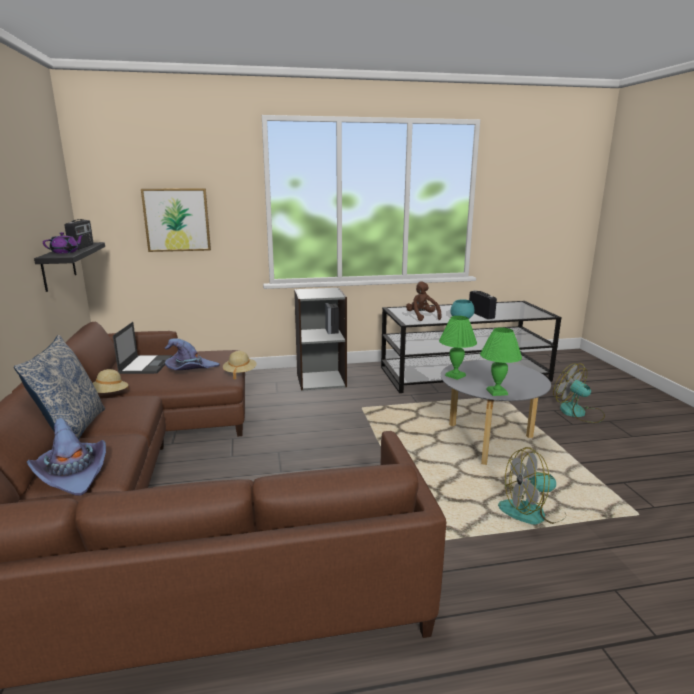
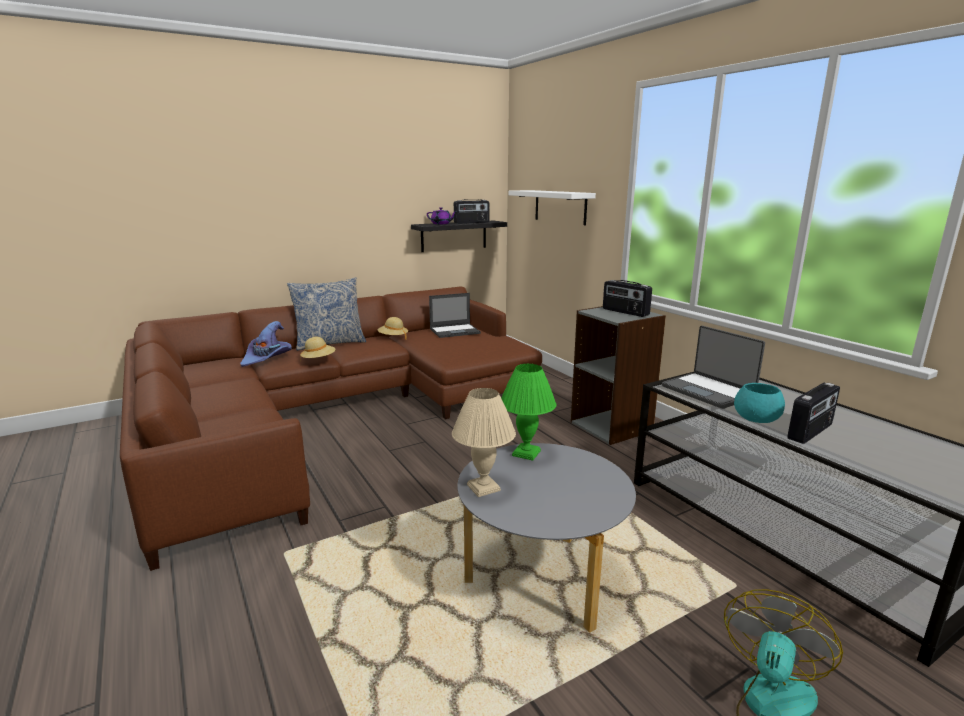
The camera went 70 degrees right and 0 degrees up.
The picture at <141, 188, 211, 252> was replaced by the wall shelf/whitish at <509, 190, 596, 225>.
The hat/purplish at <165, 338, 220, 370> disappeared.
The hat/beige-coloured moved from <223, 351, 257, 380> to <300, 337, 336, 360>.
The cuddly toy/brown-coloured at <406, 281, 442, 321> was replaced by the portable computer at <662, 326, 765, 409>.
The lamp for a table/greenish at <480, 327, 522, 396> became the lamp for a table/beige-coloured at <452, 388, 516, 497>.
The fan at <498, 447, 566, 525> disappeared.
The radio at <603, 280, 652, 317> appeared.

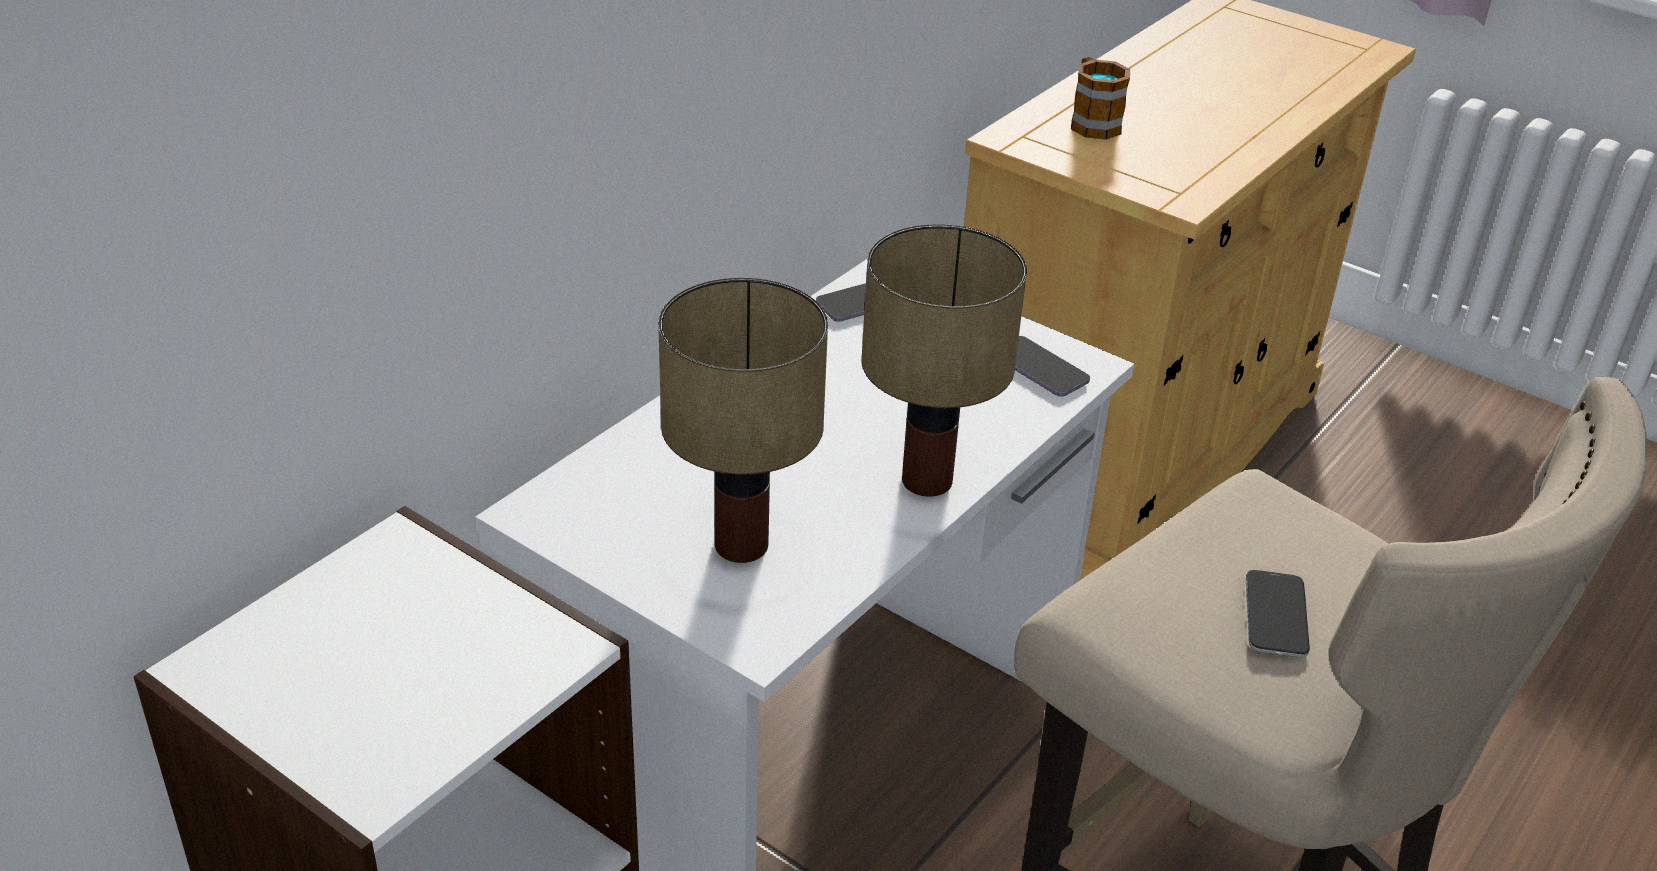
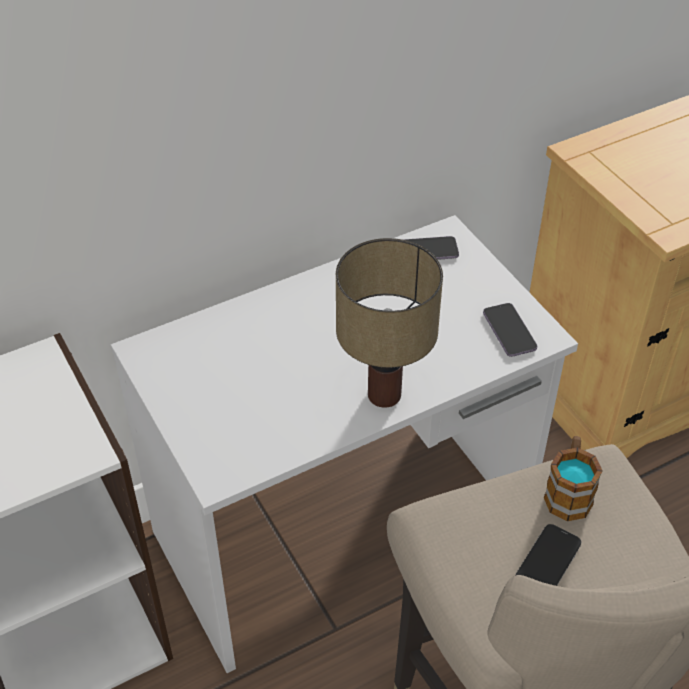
The camera went 25 degrees right and 10 degrees up.
The lamp for a table at <658, 278, 828, 563> disappeared.
The mug moved from <1071, 57, 1130, 140> to <544, 436, 603, 521>.

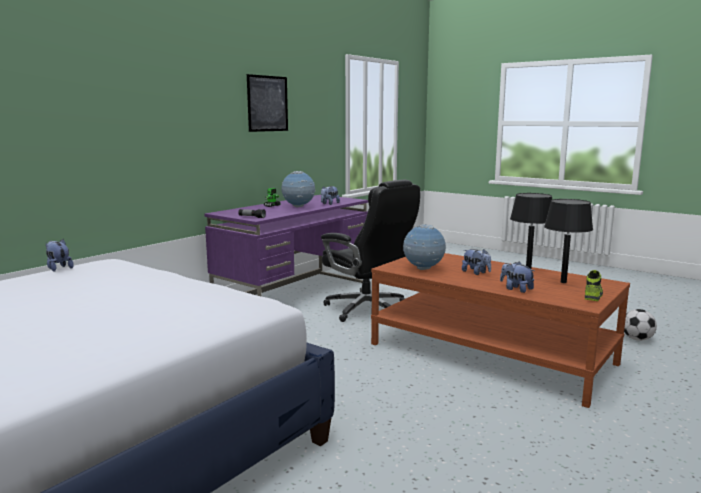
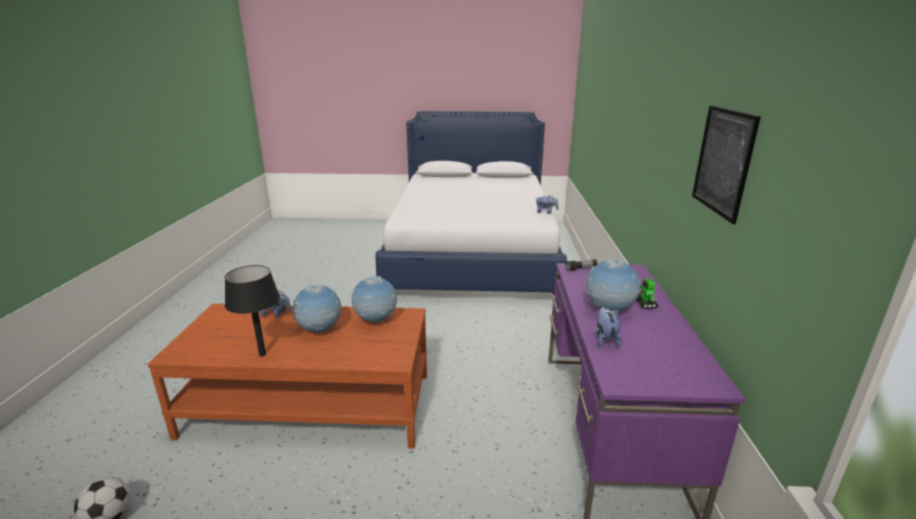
The camera went 145 degrees right and 10 degrees up.
The computer chair/black-coloured at <321, 180, 420, 322> disappeared.
The cuddly toy at <462, 249, 491, 275> was replaced by the world globe at <293, 284, 341, 333>.
The lamp for a table/black-coloured at <544, 199, 593, 283> disappeared.
The item of footwear at <585, 270, 603, 301> disappeared.

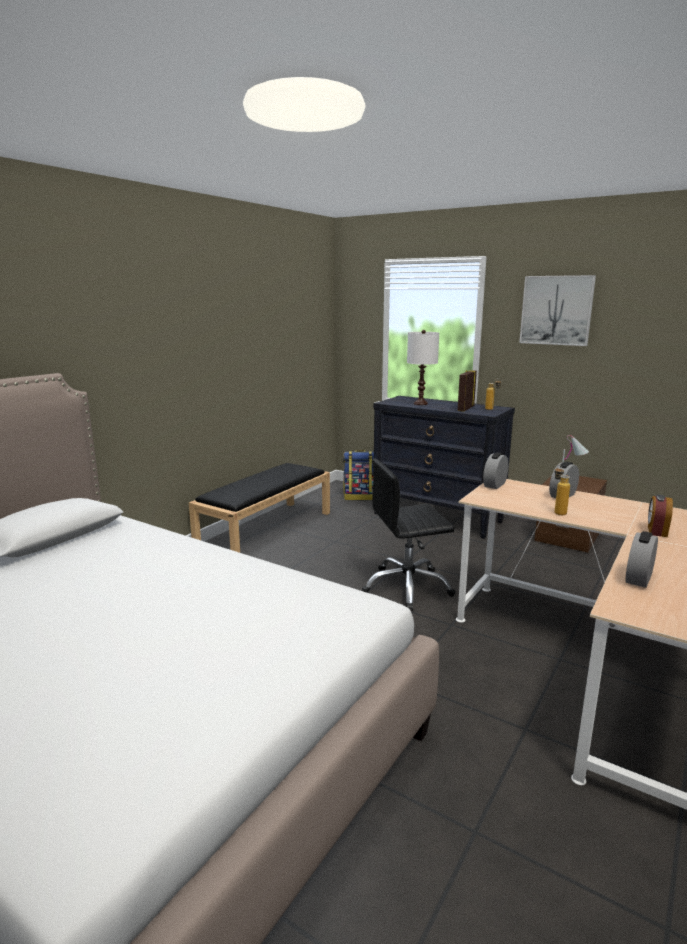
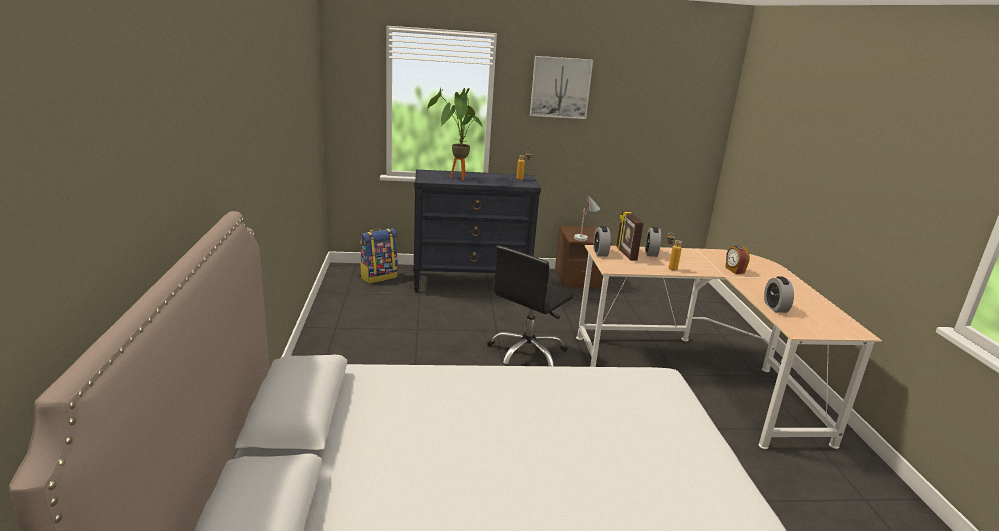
The camera went 40 degrees left and 5 degrees up.
The bench/black-coloured at <189, 463, 330, 553> disappeared.
The lamp for a table/whitish at <407, 330, 439, 405> was replaced by the plant in a pot at <427, 88, 483, 180>.
The photo frame moved from <458, 370, 477, 412> to <617, 210, 643, 261>.

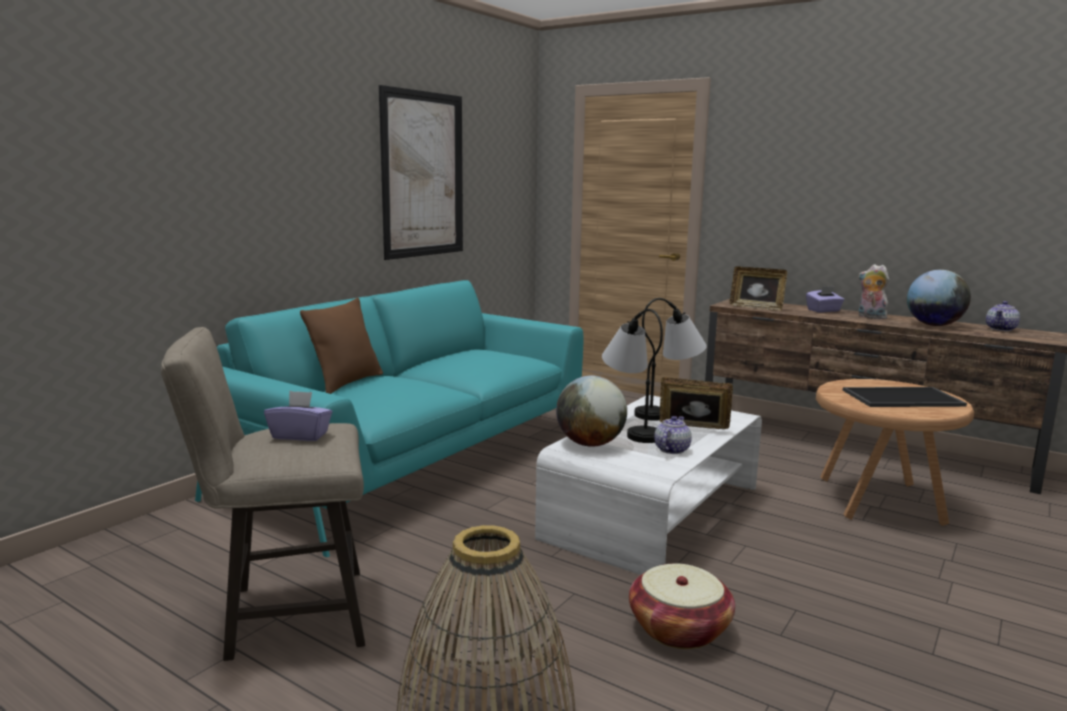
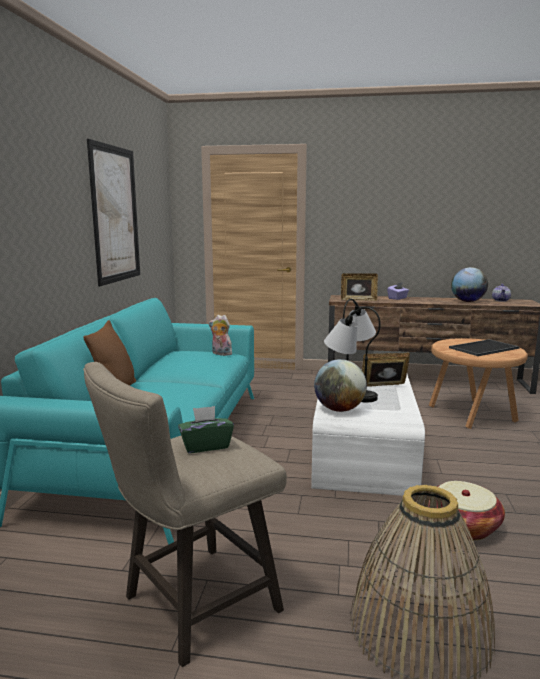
The camera went 25 degrees left and 0 degrees up.
The tissue holder/purplish at <264, 391, 332, 441> became the tissue holder/greenish at <178, 406, 234, 453>.
The pot for tea at <654, 416, 692, 454> disappeared.
The cuddly toy moved from <858, 264, 889, 319> to <209, 315, 232, 356>.

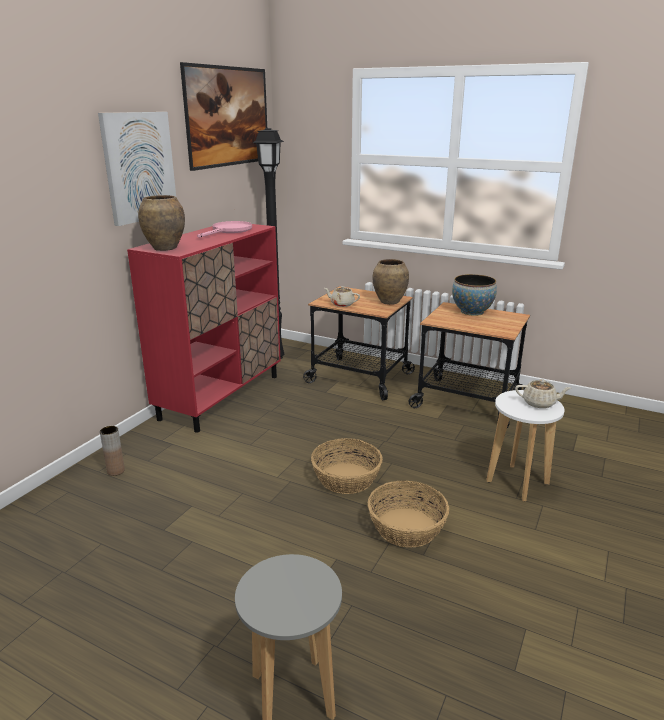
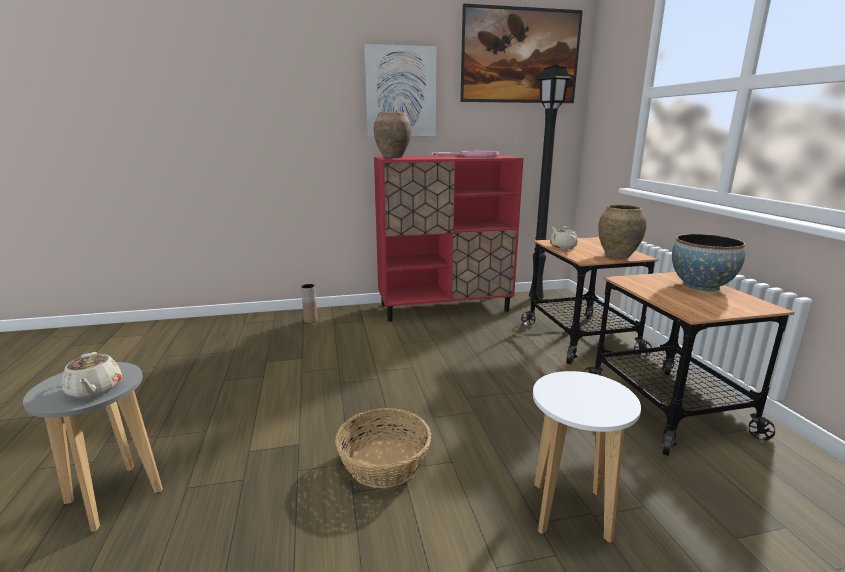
The camera went 50 degrees right and 5 degrees down.
The basket at <311, 438, 383, 494> disappeared.
The pot for tea/beige-coloured moved from <515, 379, 571, 408> to <62, 352, 122, 399>.

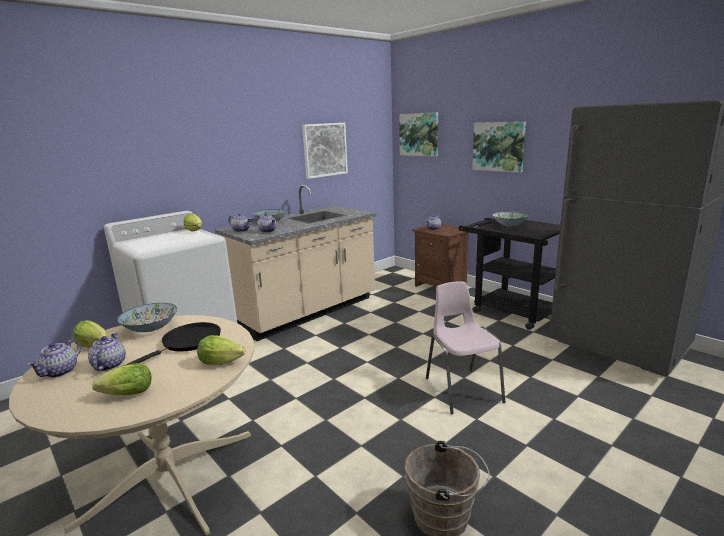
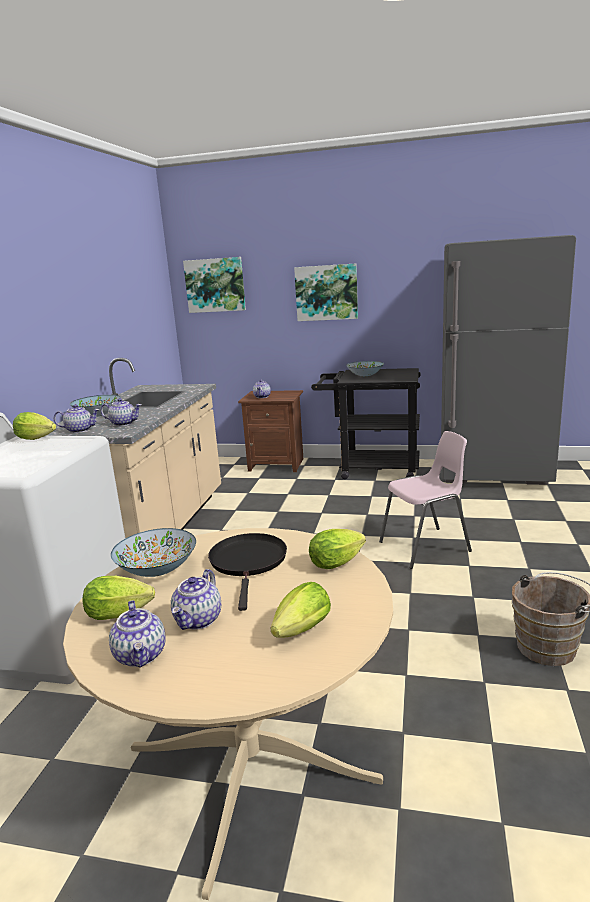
The camera went 35 degrees left and 0 degrees up.
The pot for tea at <88, 333, 126, 371> turned 120 degrees counterclockwise.
The picture at <302, 123, 348, 179> disappeared.
The upright chair/pink-coloured at <426, 281, 505, 414> turned 120 degrees clockwise.

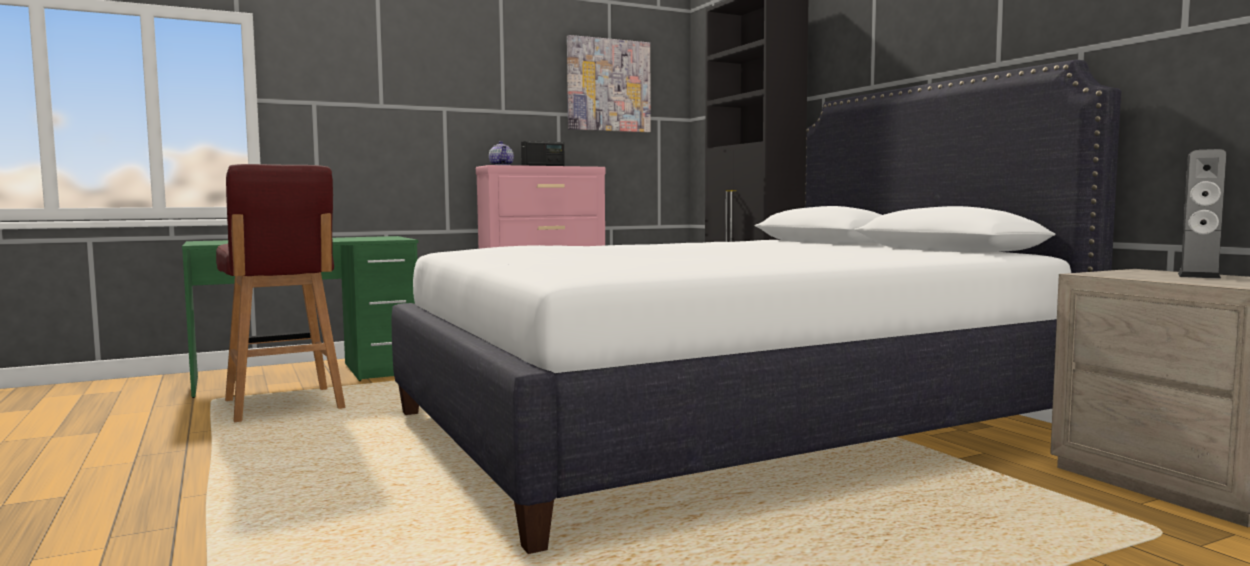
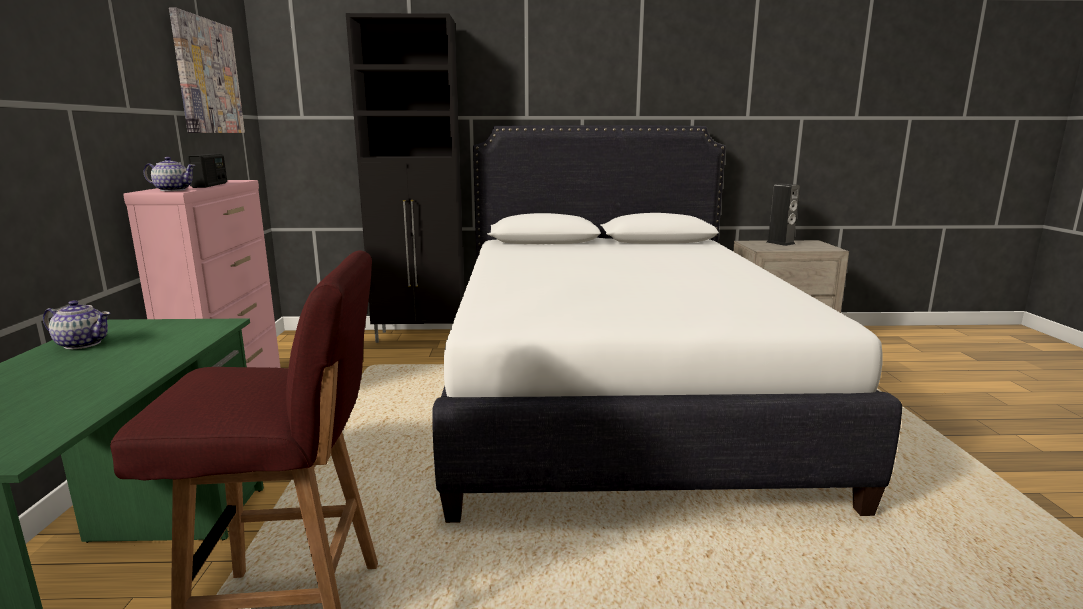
The camera went 65 degrees left and 10 degrees up.
The pot for tea at <43, 300, 110, 349> appeared.

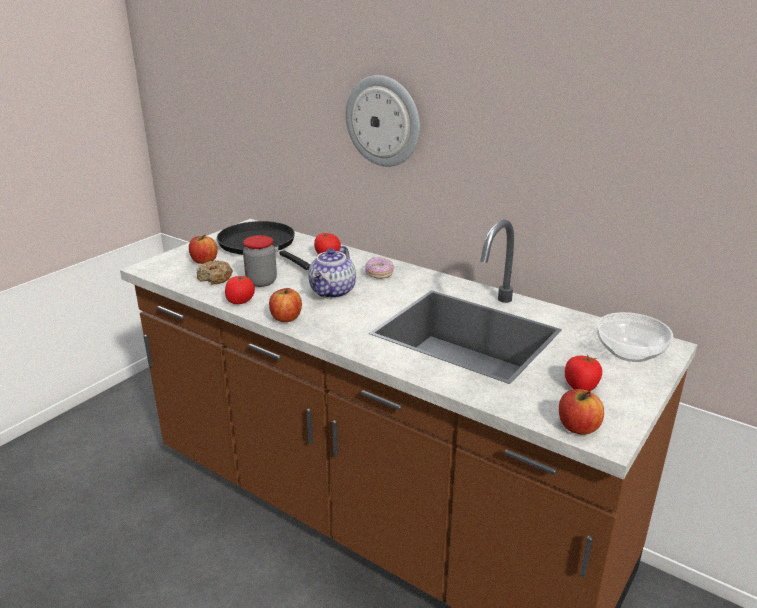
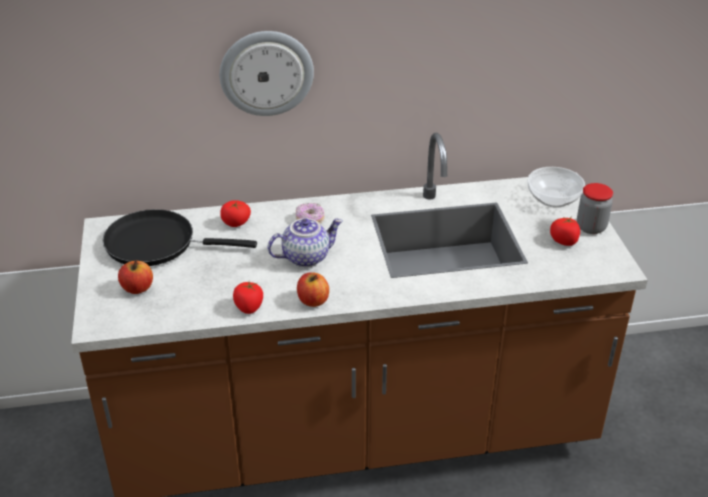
The camera went 45 degrees left and 10 degrees up.
The doughnut at <197, 260, 233, 285> disappeared.
The storage jar moved from <243, 235, 277, 287> to <577, 183, 613, 234>.
The pot for tea at <308, 246, 356, 299> turned 90 degrees counterclockwise.
The whole apple at <559, 389, 604, 435> disappeared.

